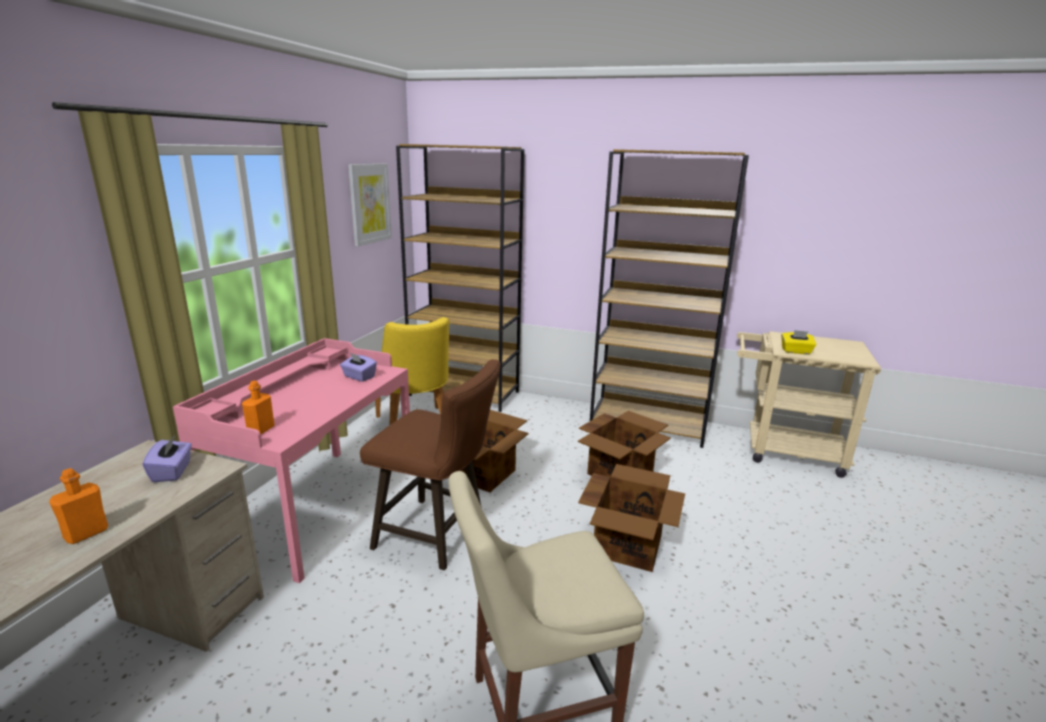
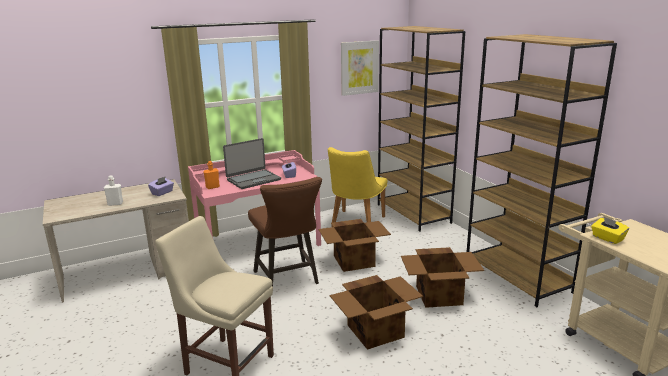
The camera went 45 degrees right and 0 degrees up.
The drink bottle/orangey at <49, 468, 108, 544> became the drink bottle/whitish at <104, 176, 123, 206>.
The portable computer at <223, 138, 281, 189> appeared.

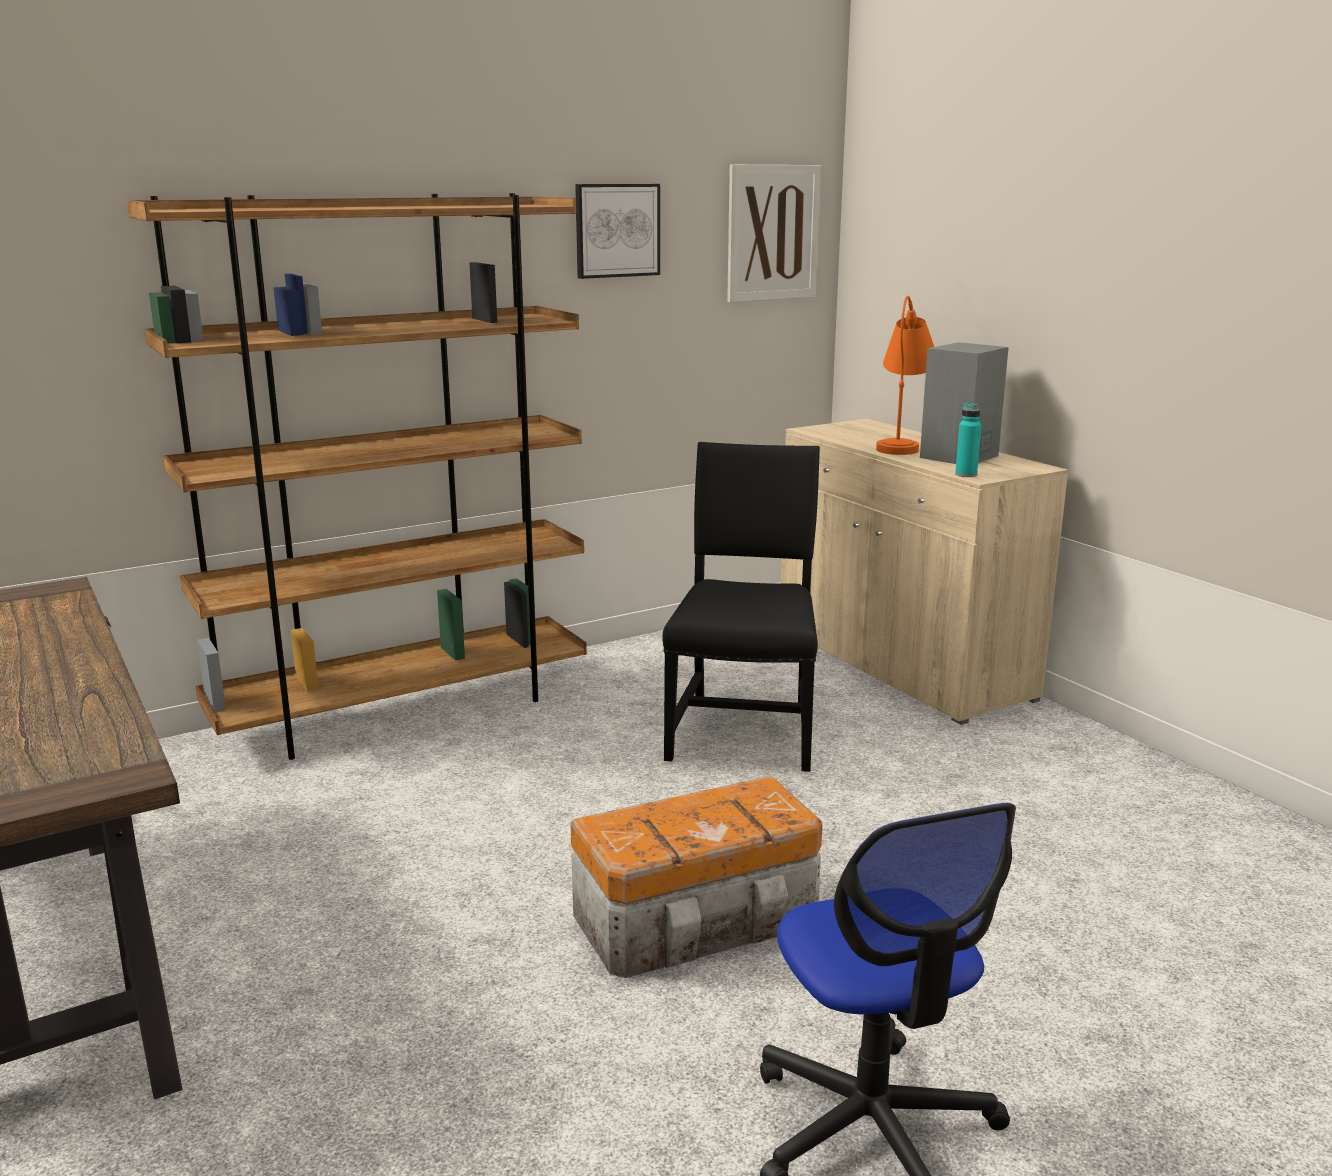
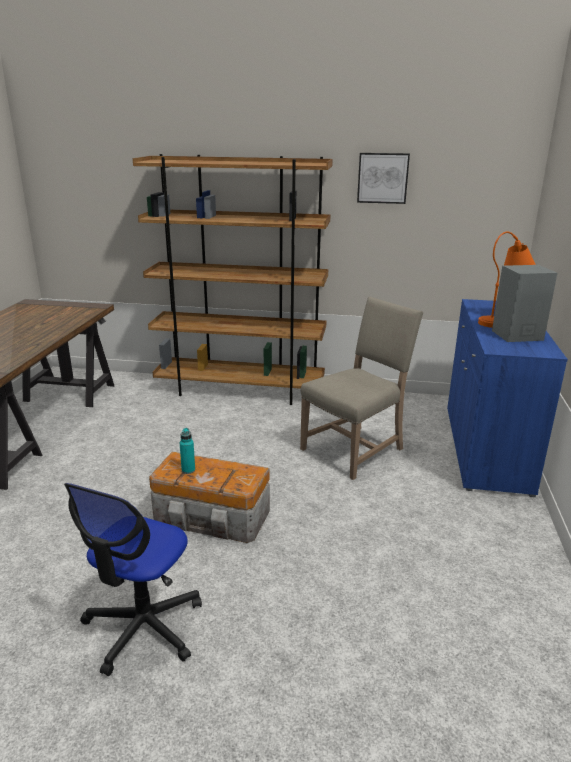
The camera went 40 degrees right and 5 degrees up.
The upright chair/black-coloured at <662, 442, 820, 772> became the upright chair/beige-coloured at <300, 297, 423, 480>.
The picture at <727, 165, 821, 303> disappeared.
The storage cabinet/beige-coloured at <781, 419, 1069, 725> became the storage cabinet/blue-coloured at <447, 299, 568, 497>.
The drink bottle/turquoise moved from <955, 402, 981, 477> to <180, 428, 195, 474>.

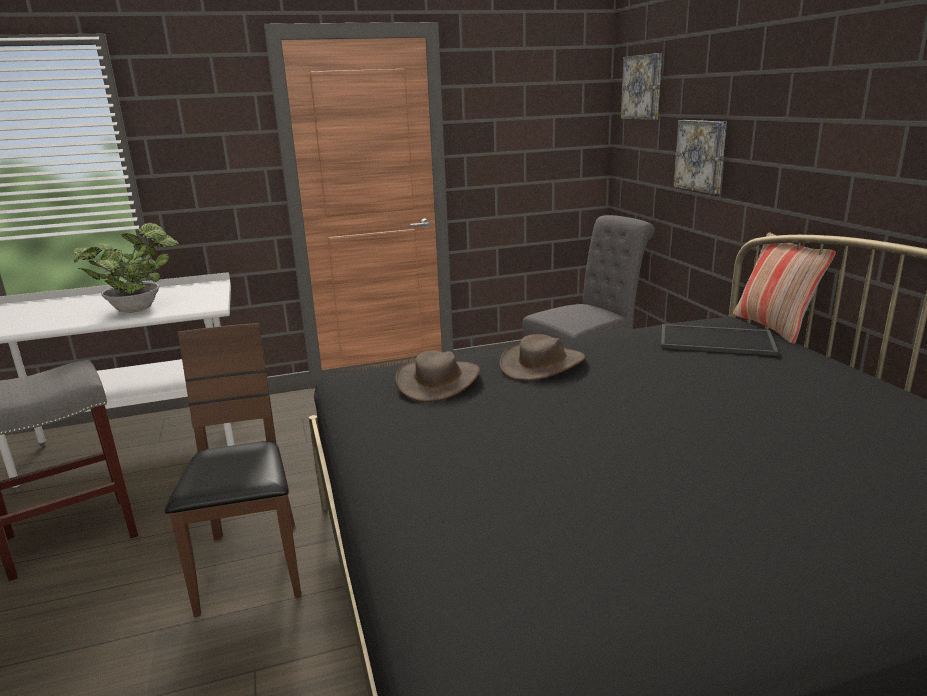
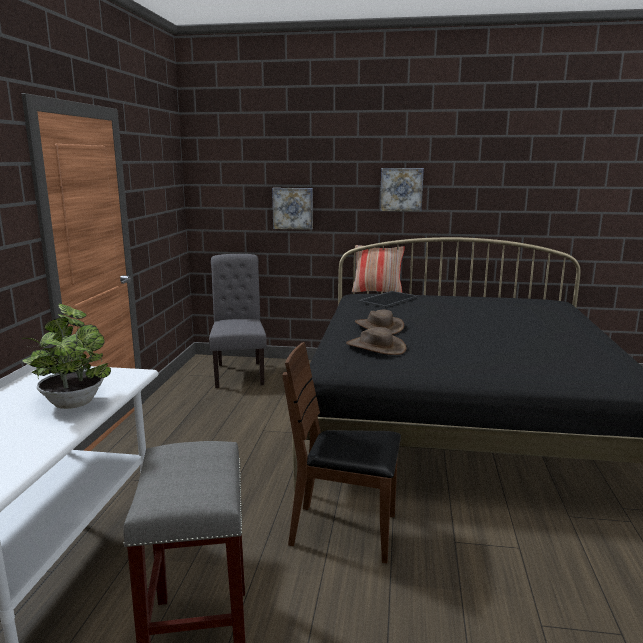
The camera went 65 degrees left and 5 degrees down.
The picture moved from <621, 53, 662, 120> to <380, 168, 424, 211>.

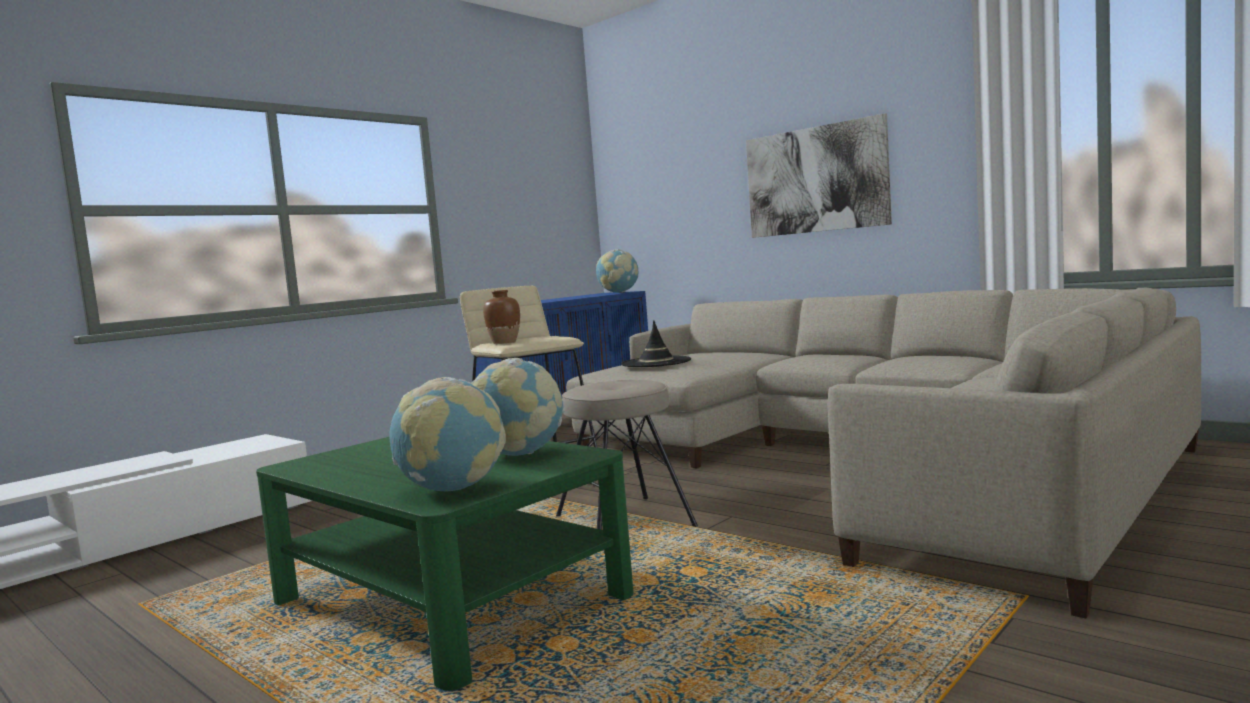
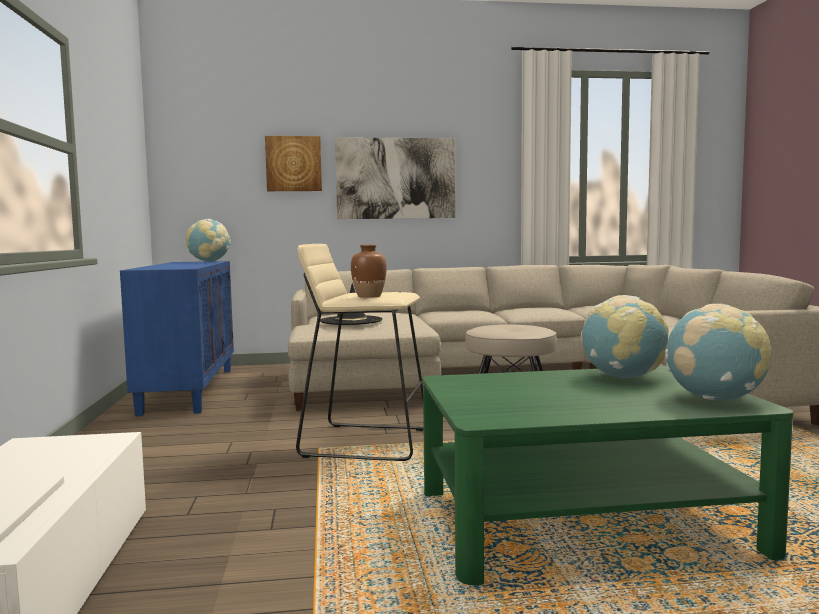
The camera went 50 degrees left and 0 degrees up.
The picture at <265, 136, 322, 191> appeared.

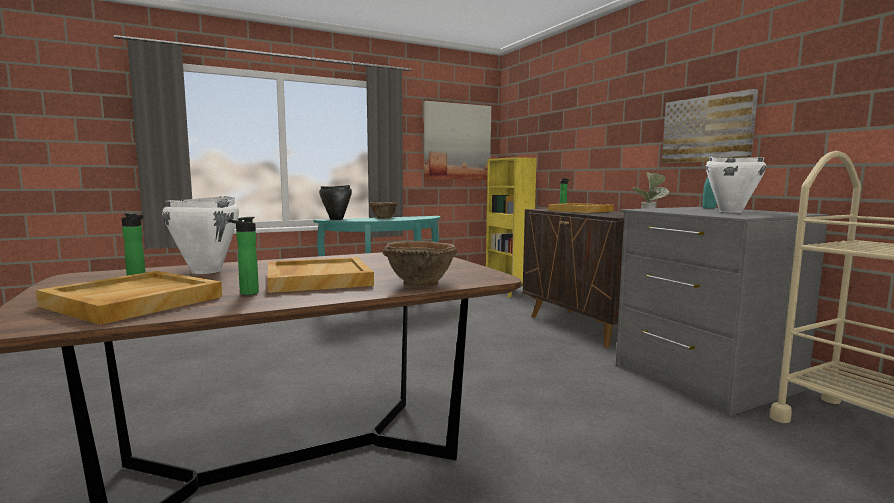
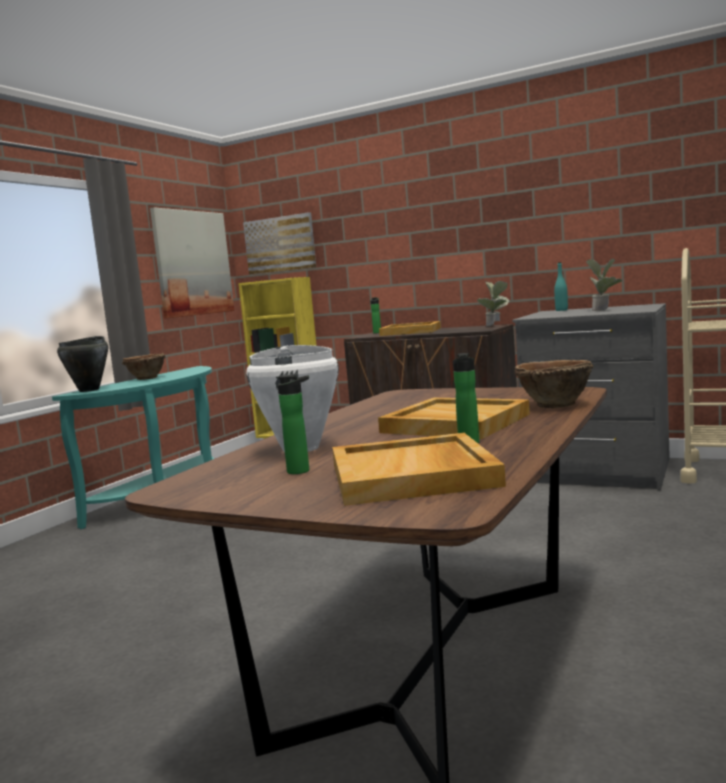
The camera went 35 degrees left and 0 degrees up.
The picture moved from <662, 89, 758, 163> to <243, 212, 316, 275>.
The saucepot/whitish at <706, 157, 766, 213> was replaced by the plant in a pot at <586, 259, 622, 311>.

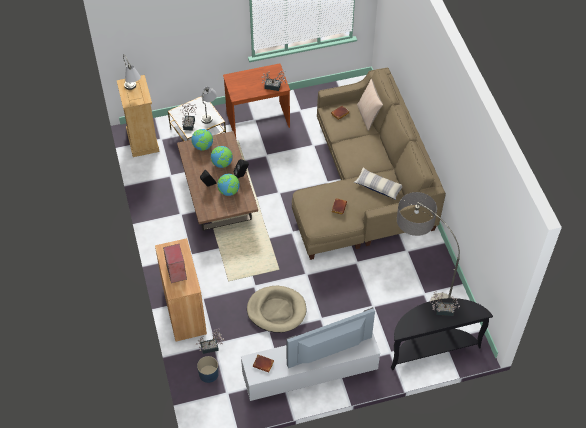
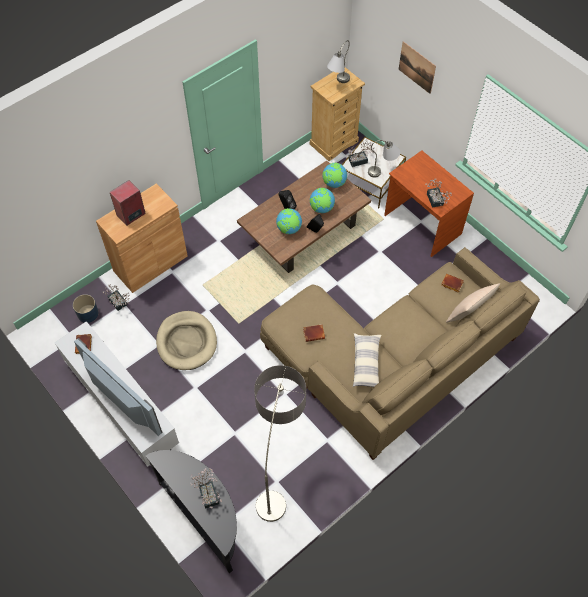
The camera went 65 degrees right and 5 degrees up.
The picture at <399, 41, 436, 94> appeared.

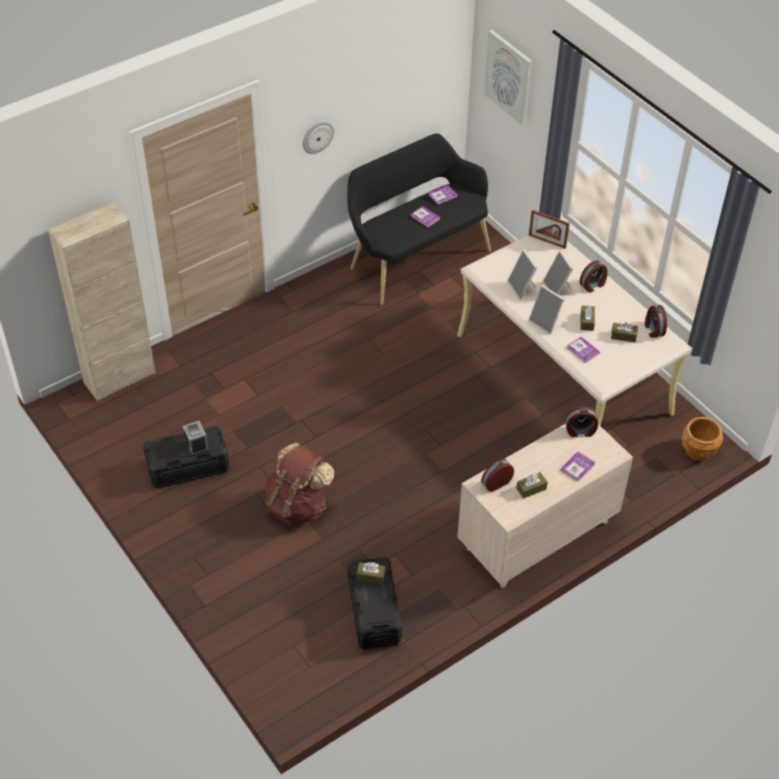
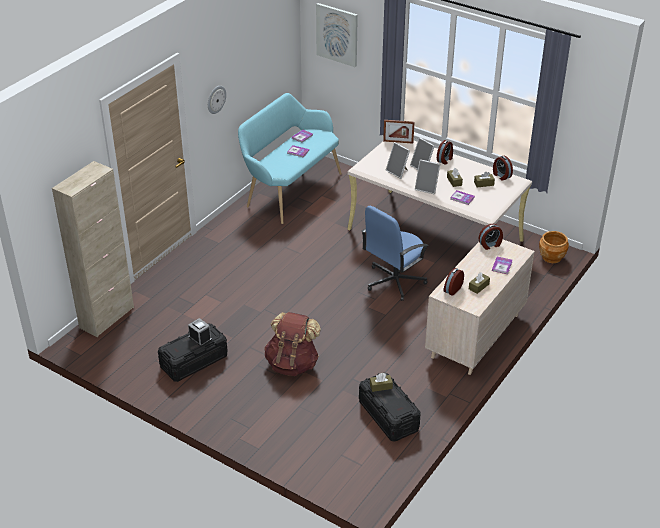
The camera went 20 degrees left and 10 degrees down.
The bench/black-coloured at <347, 134, 491, 305> became the bench/turquoise at <238, 93, 342, 224>.
The computer chair/blue-coloured at <361, 206, 429, 301> appeared.

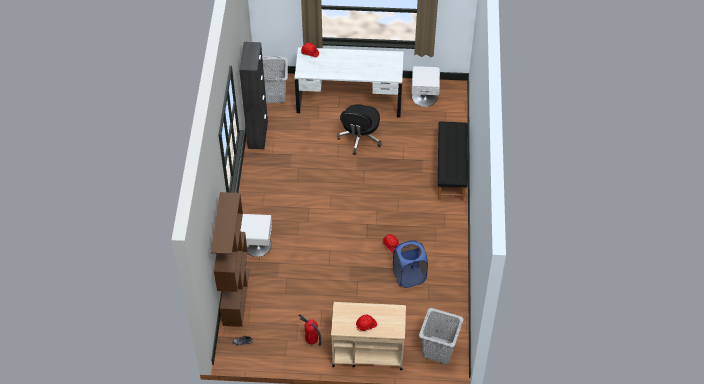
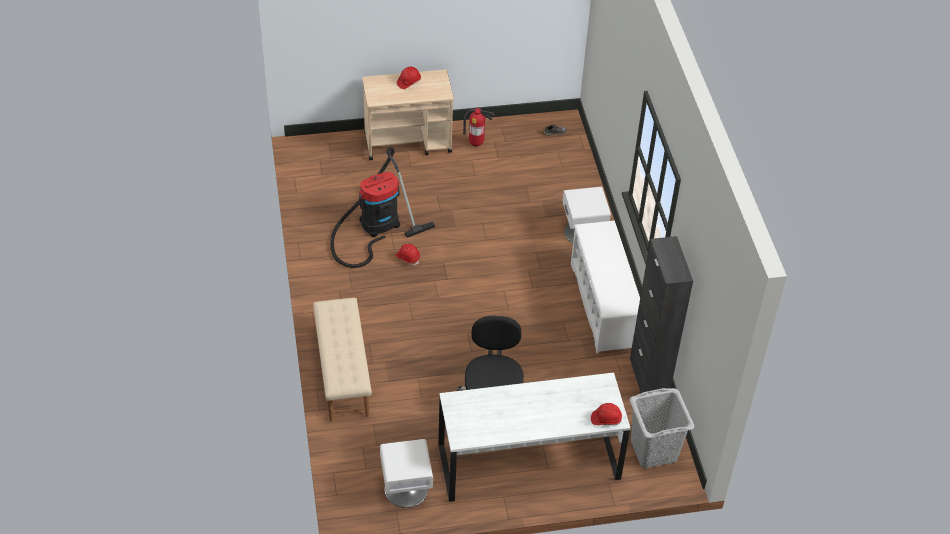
The camera went 165 degrees right and 5 degrees down.
The bookcase/brown-coloured at <211, 192, 250, 327> disappeared.
The washing basket/blue-coloured at <393, 240, 428, 288> was replaced by the vacuum at <330, 147, 435, 268>.
The washing basket/grey at <419, 308, 464, 364> disappeared.
The bench/black-coloured at <438, 122, 468, 201> became the bench/beige-coloured at <313, 298, 372, 421>.
The shoe rack/whitish at <571, 220, 640, 353> appeared.

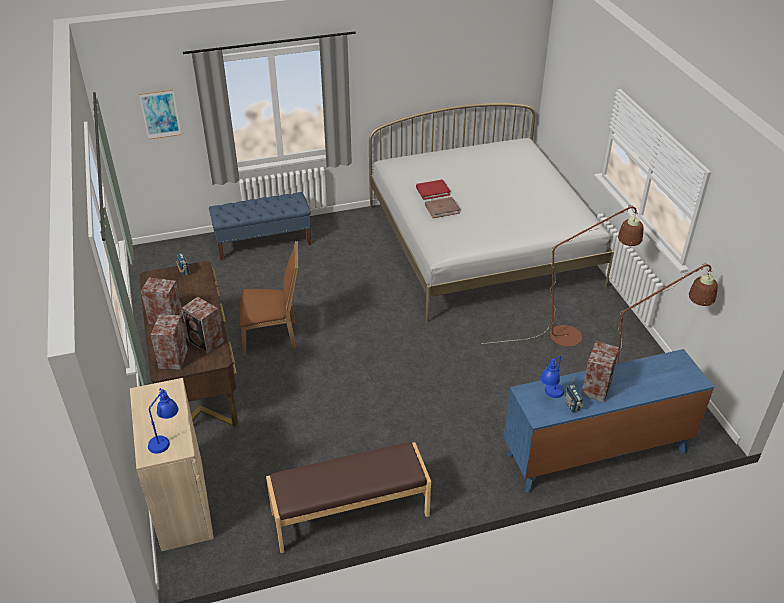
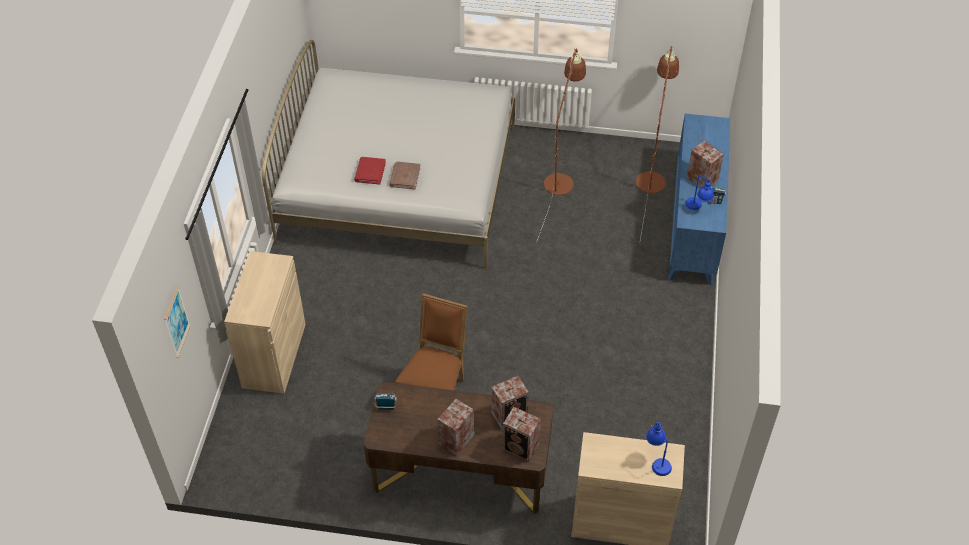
The camera went 65 degrees left and 10 degrees up.
The bench/blue-coloured at <209, 192, 311, 261> was replaced by the storage cabinet/beige-coloured at <224, 251, 306, 394>.
The bench/brown-coloured at <266, 442, 431, 553> disappeared.

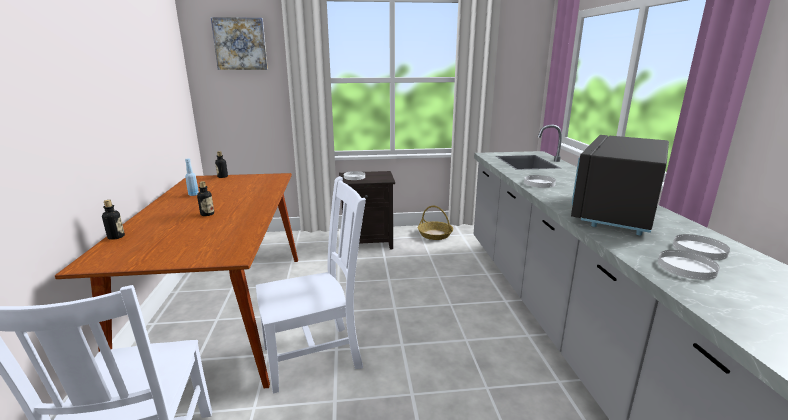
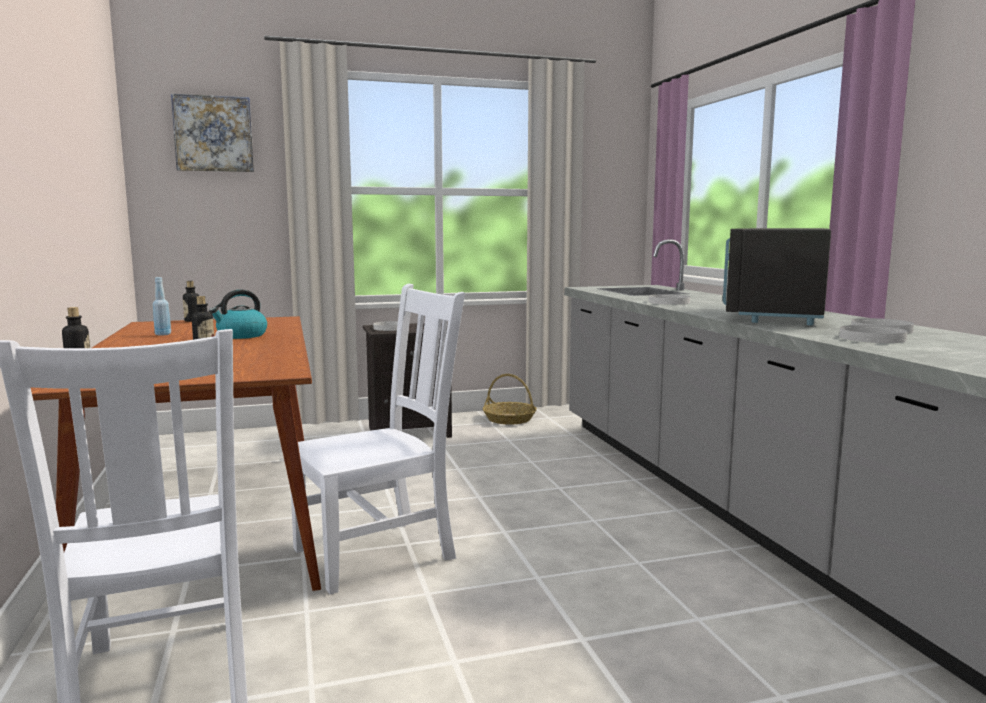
The camera went 10 degrees left and 10 degrees down.
The water kettle at <209, 290, 267, 339> appeared.

